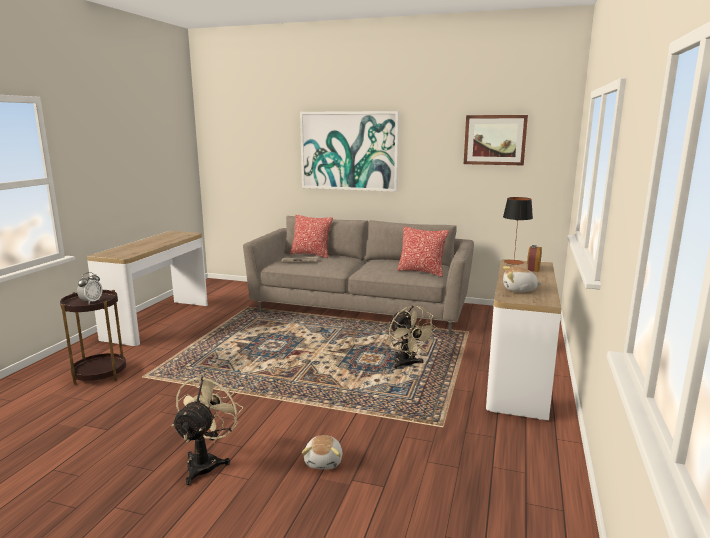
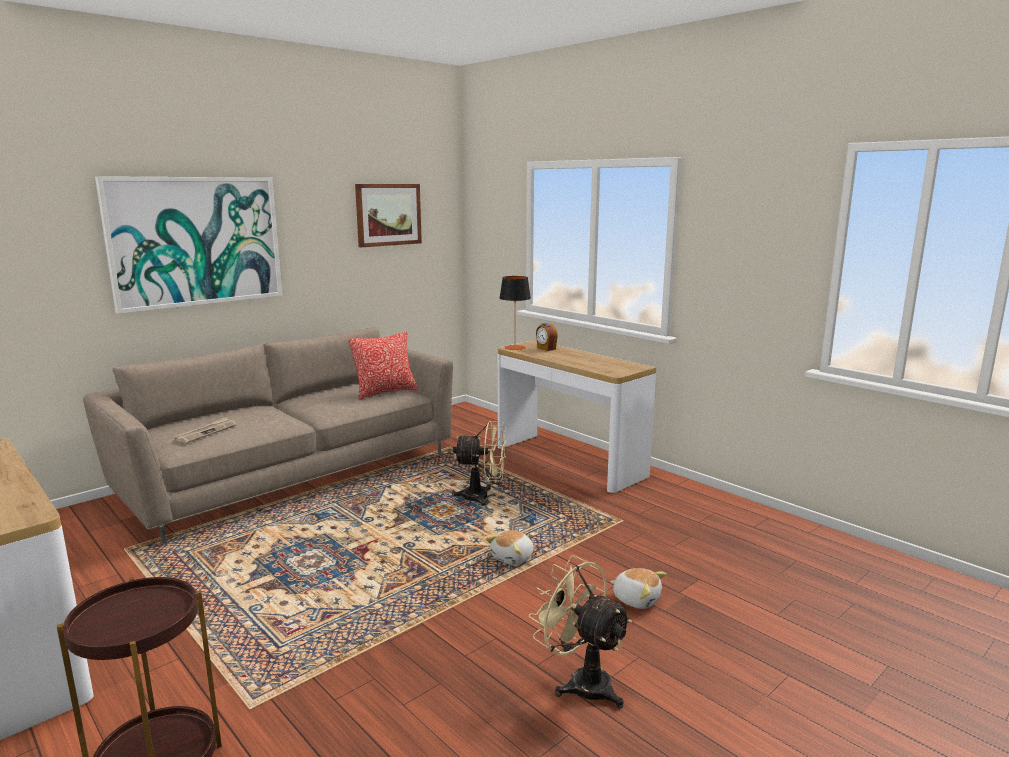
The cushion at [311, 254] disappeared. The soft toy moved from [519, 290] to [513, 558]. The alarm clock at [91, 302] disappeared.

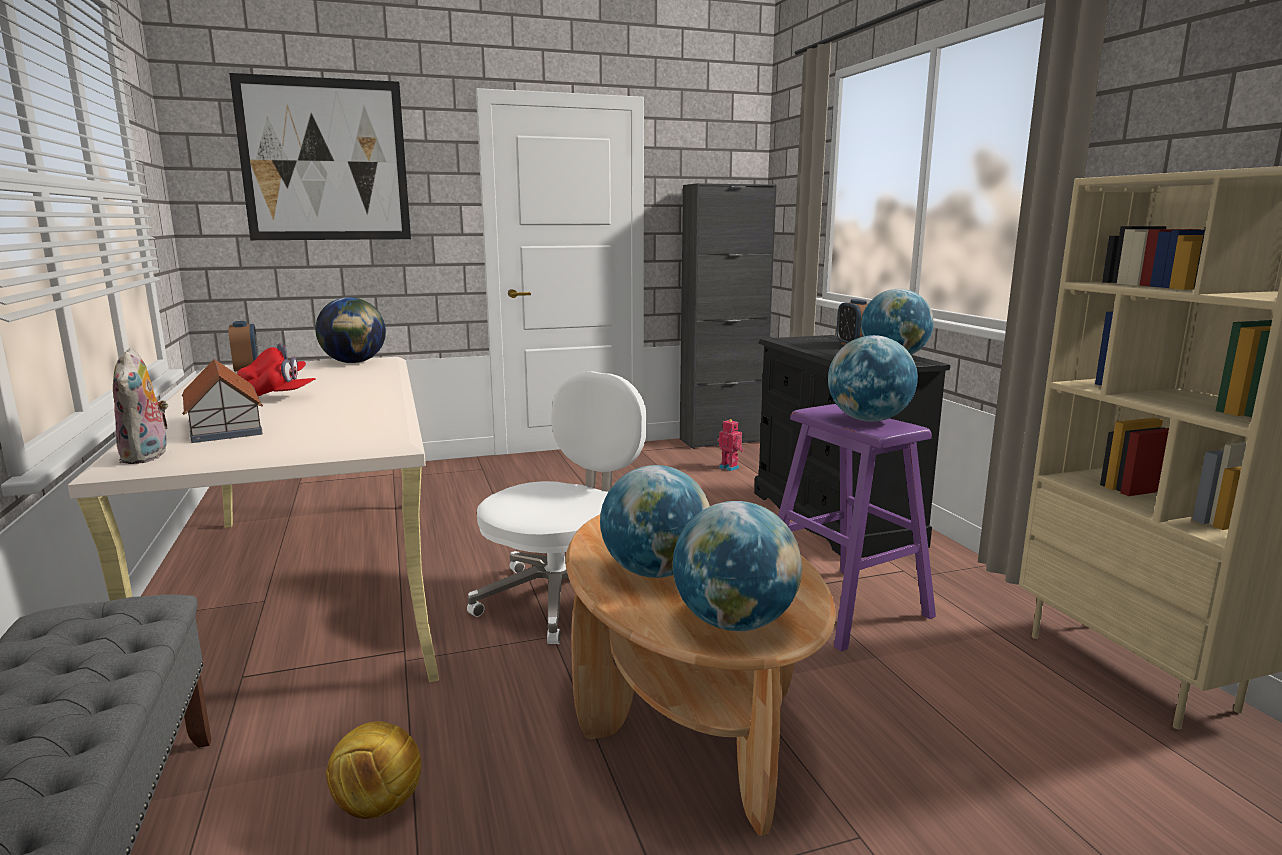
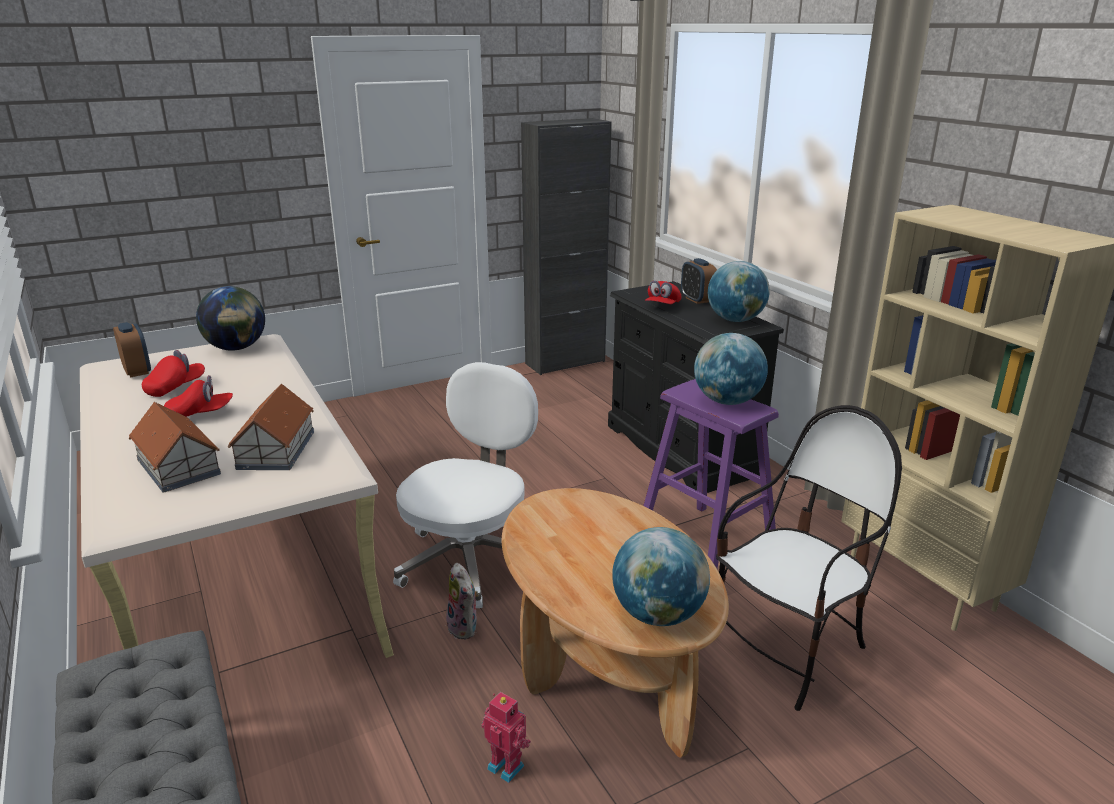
The wall art at [325, 160] disappeared. The soft toy moved from [148, 457] to [465, 628]. The toy robot moved from [730, 467] to [507, 765]. The globe at [656, 572] disappeared. The ball for football at [377, 805] disappeared. The peaked cap (red-coloured) at [662, 306] appeared. The miniature house at [277, 449] appeared. The chair at [788, 650] appeared.

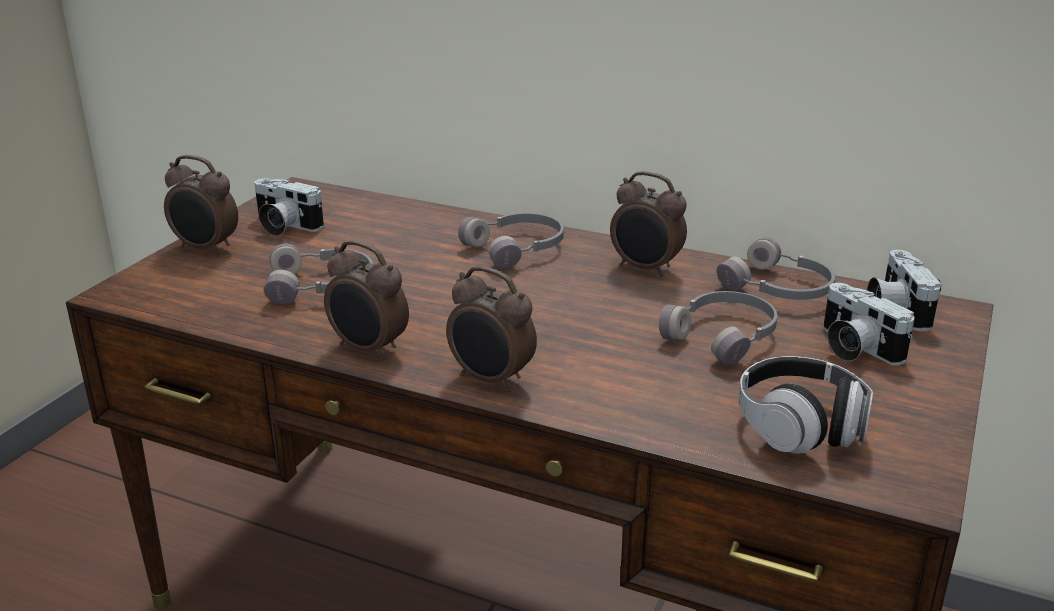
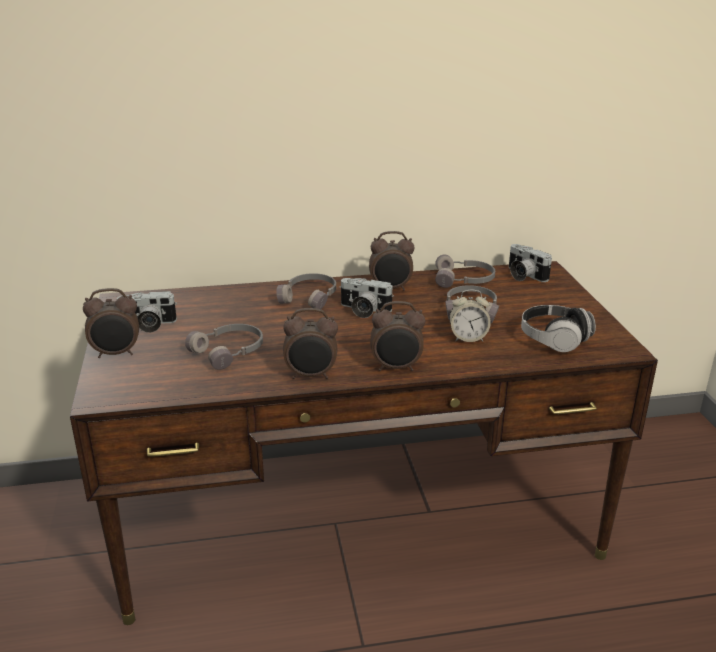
The still camera moved from [854, 348] to [363, 310]. The alarm clock at [468, 338] appeared.

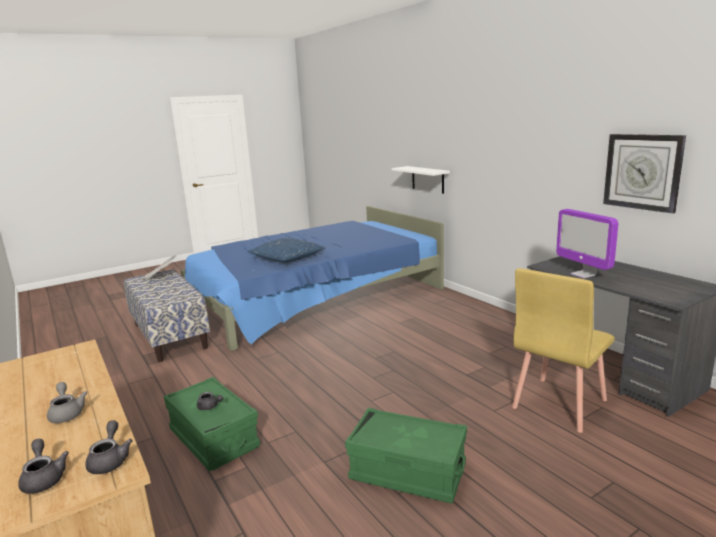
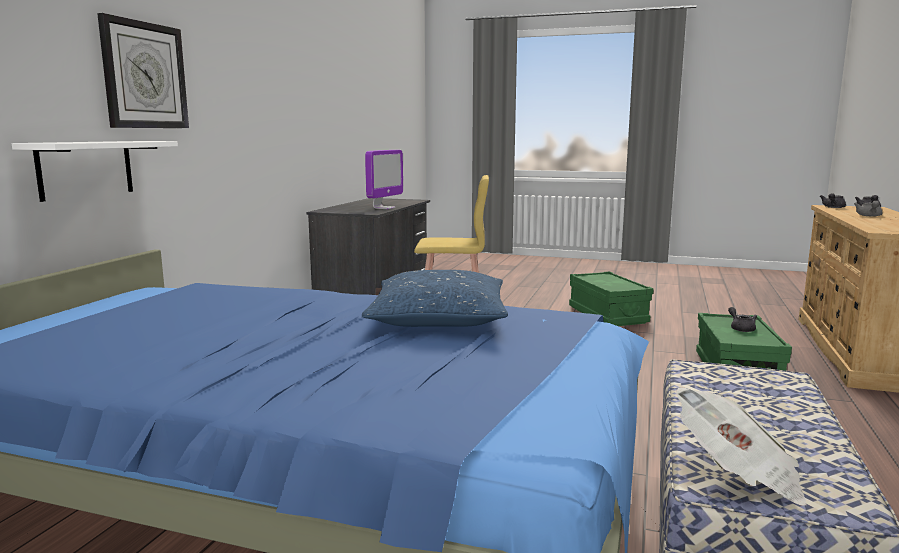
The hanging clock moved from [642, 172] to [144, 75].

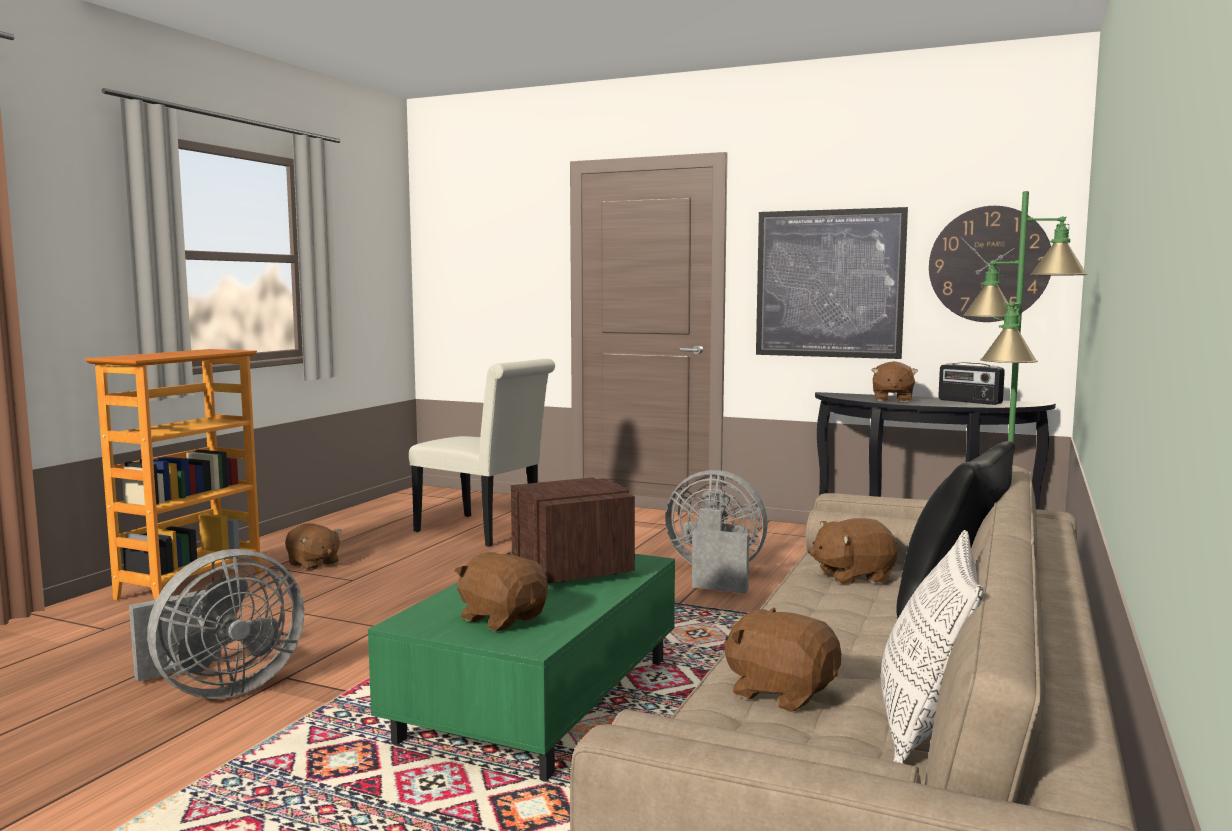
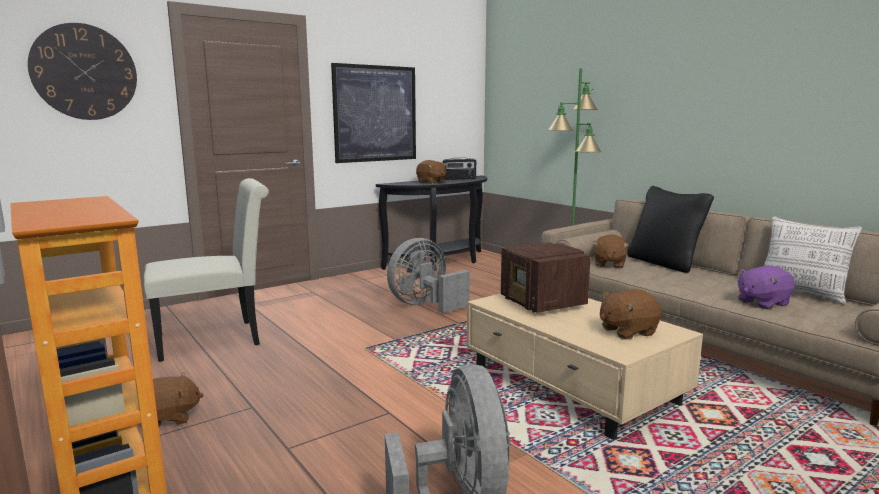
The hanging clock moved from [989, 264] to [84, 72]. The radio at [571, 570] turned 120 degrees counterclockwise. The lounge table (greenish) at [538, 700] became the lounge table (beige-coloured) at [573, 386]. The soft toy (brown) at [781, 692] became the soft toy (purple) at [762, 303].

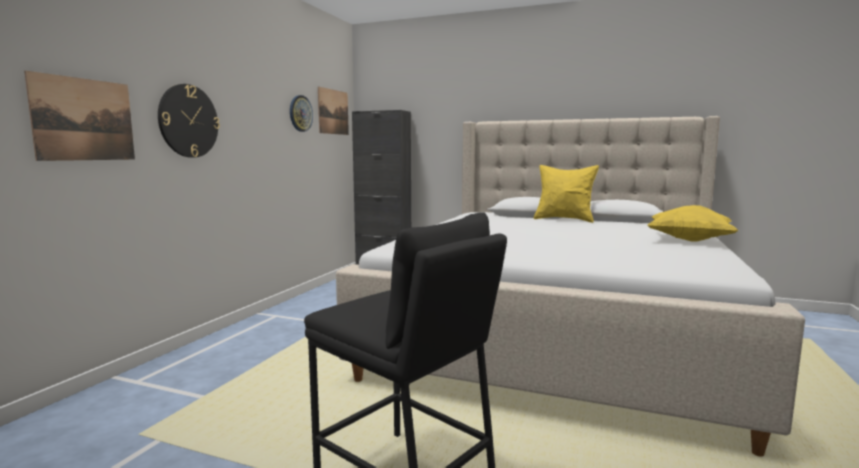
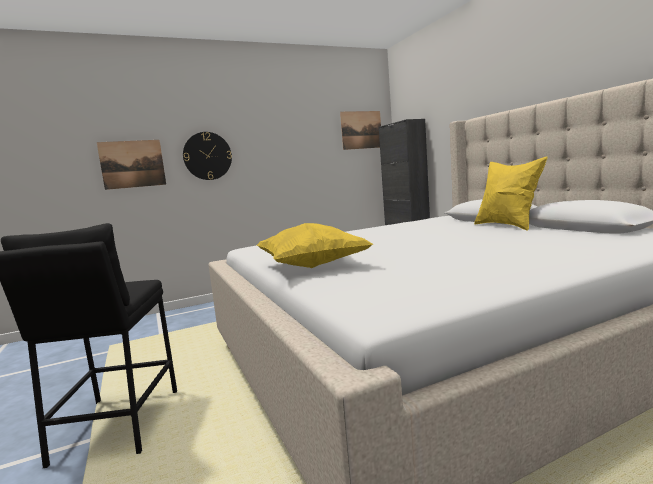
The hanging clock at [300, 113] disappeared. The cushion (yellow) moved from [689, 240] to [312, 266].

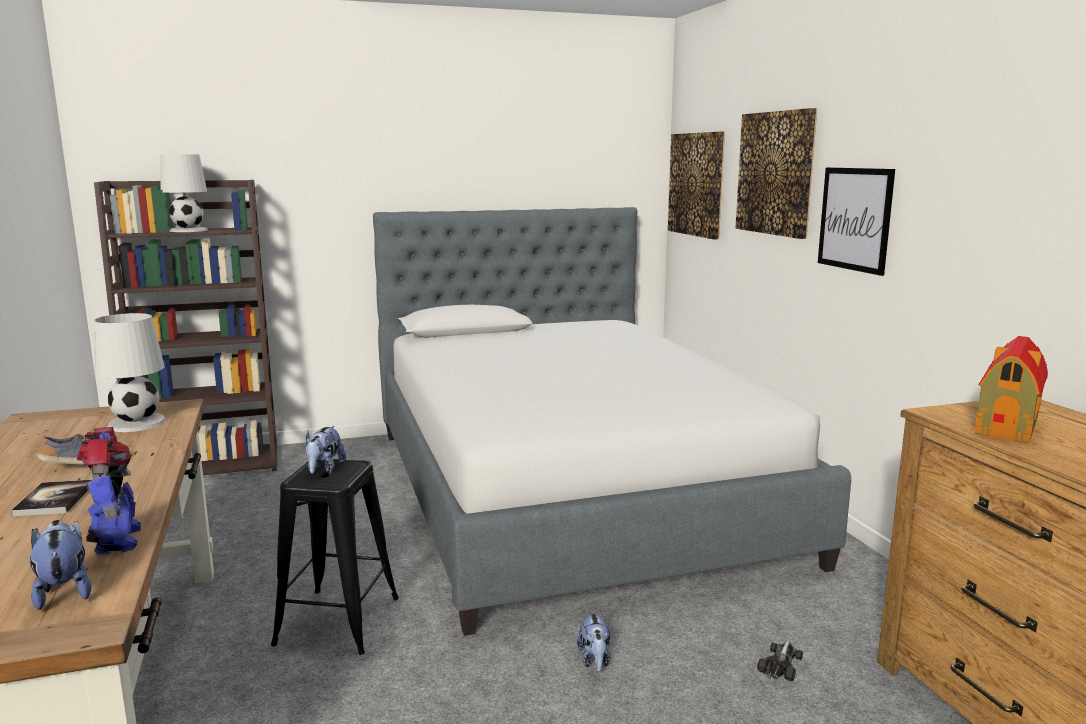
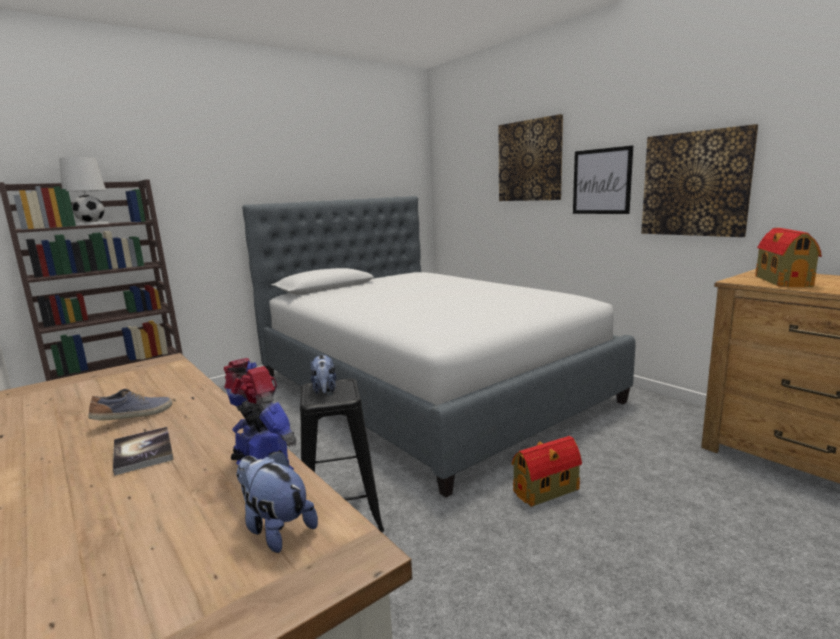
The wall art moved from [696, 184] to [695, 184]. The table lamp (white) at [136, 423] disappeared. The soft toy at [594, 660] was replaced by the miniature house at [547, 490]. The model car at [780, 665] disappeared.

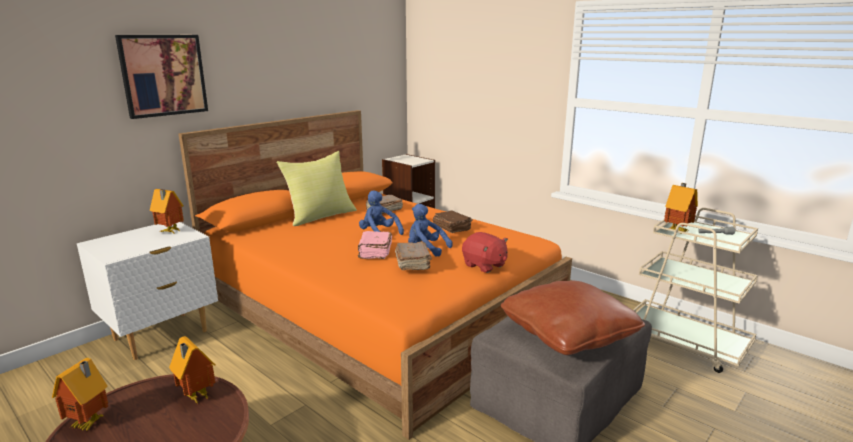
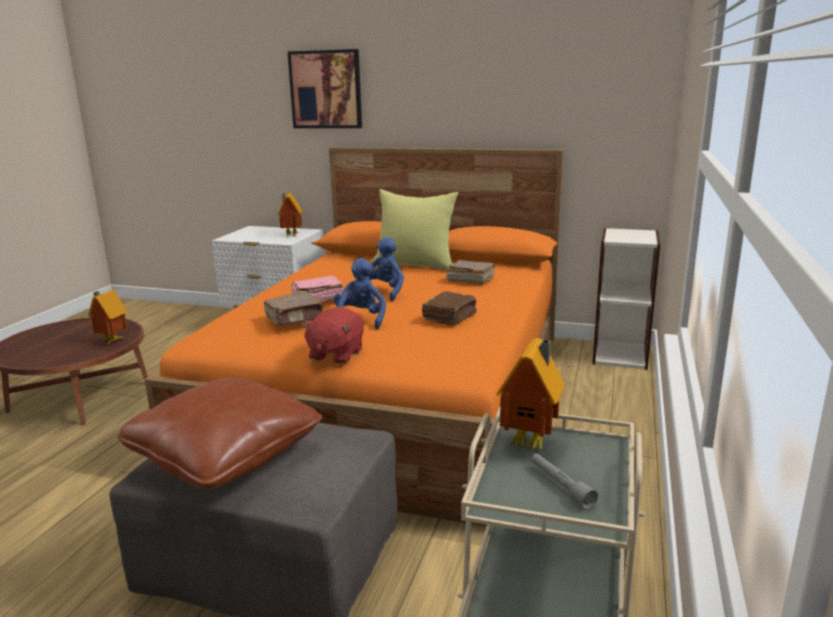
The miniature house at [90, 423] disappeared.

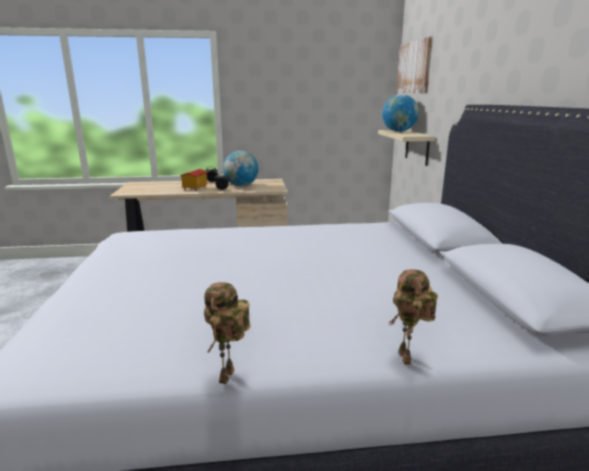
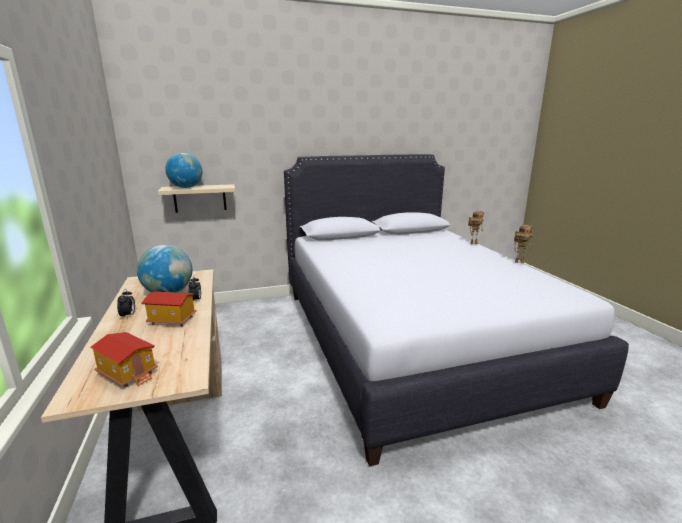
The wall art at [414, 67] disappeared. The miniature house at [128, 373] appeared.

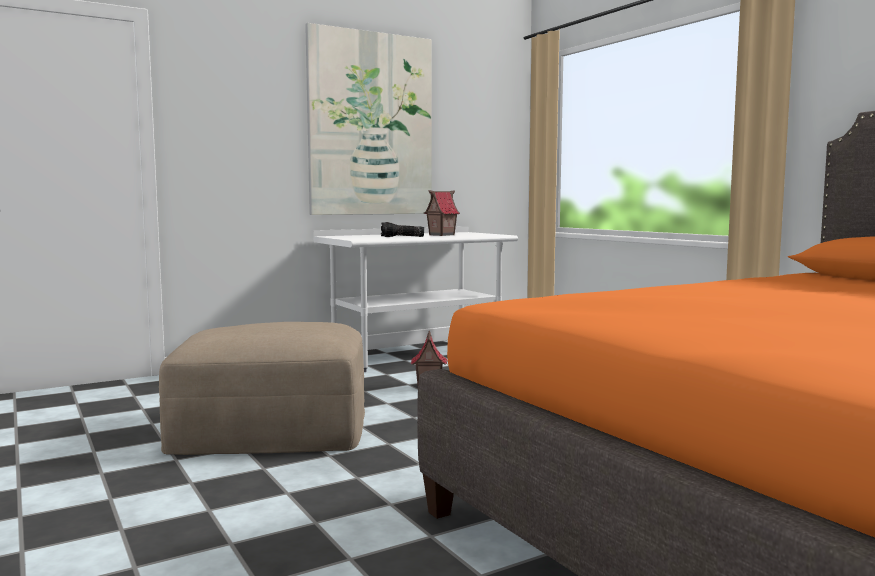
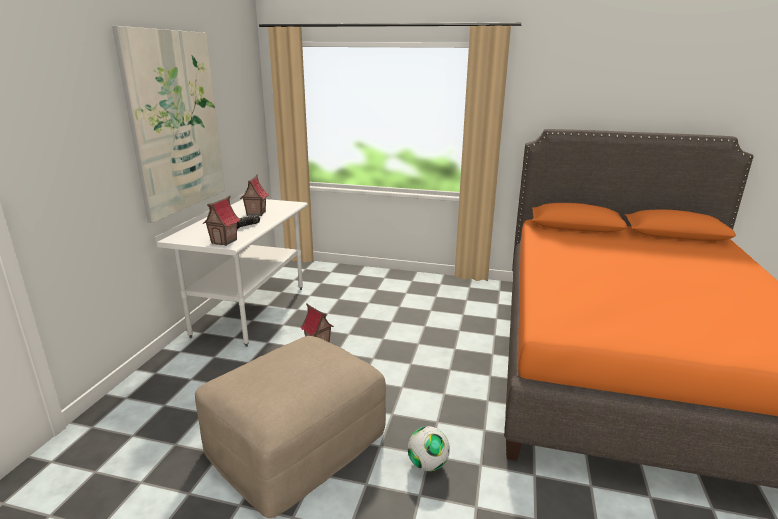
The miniature house at [224, 241] appeared. The ball for football at [427, 464] appeared.

